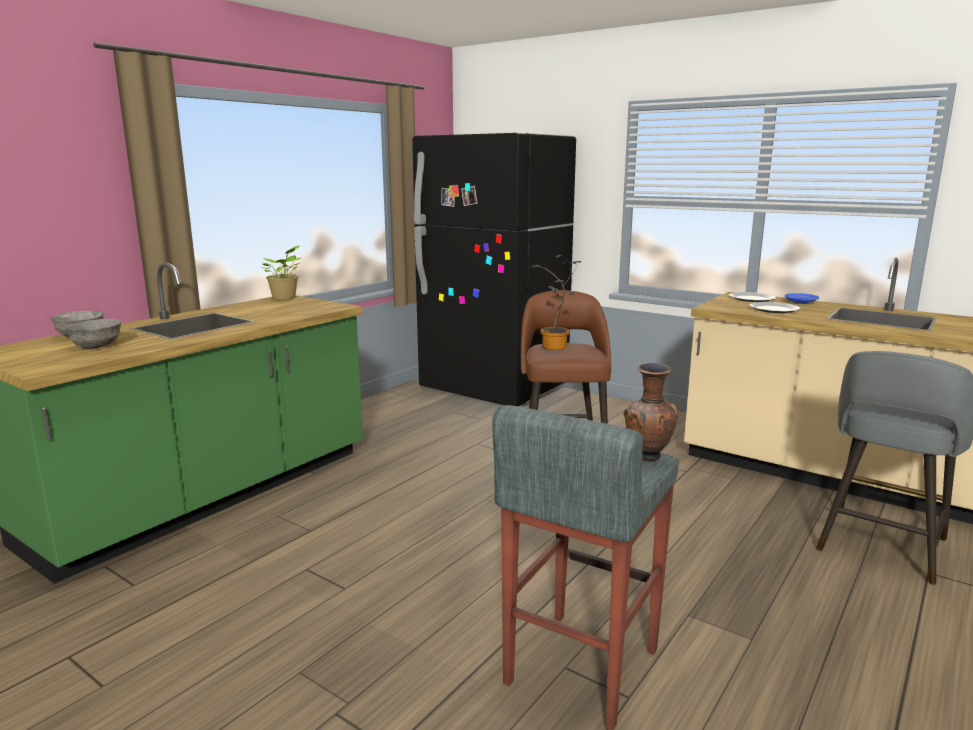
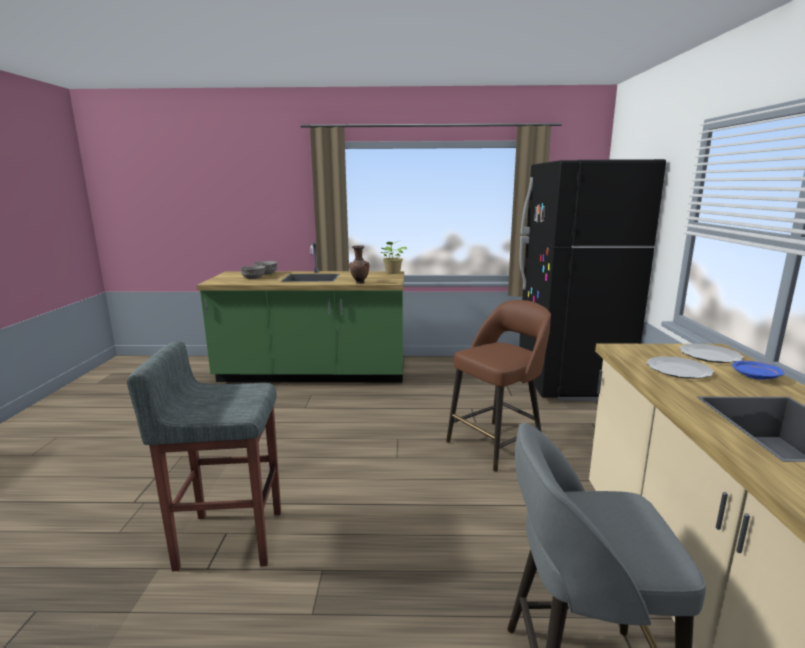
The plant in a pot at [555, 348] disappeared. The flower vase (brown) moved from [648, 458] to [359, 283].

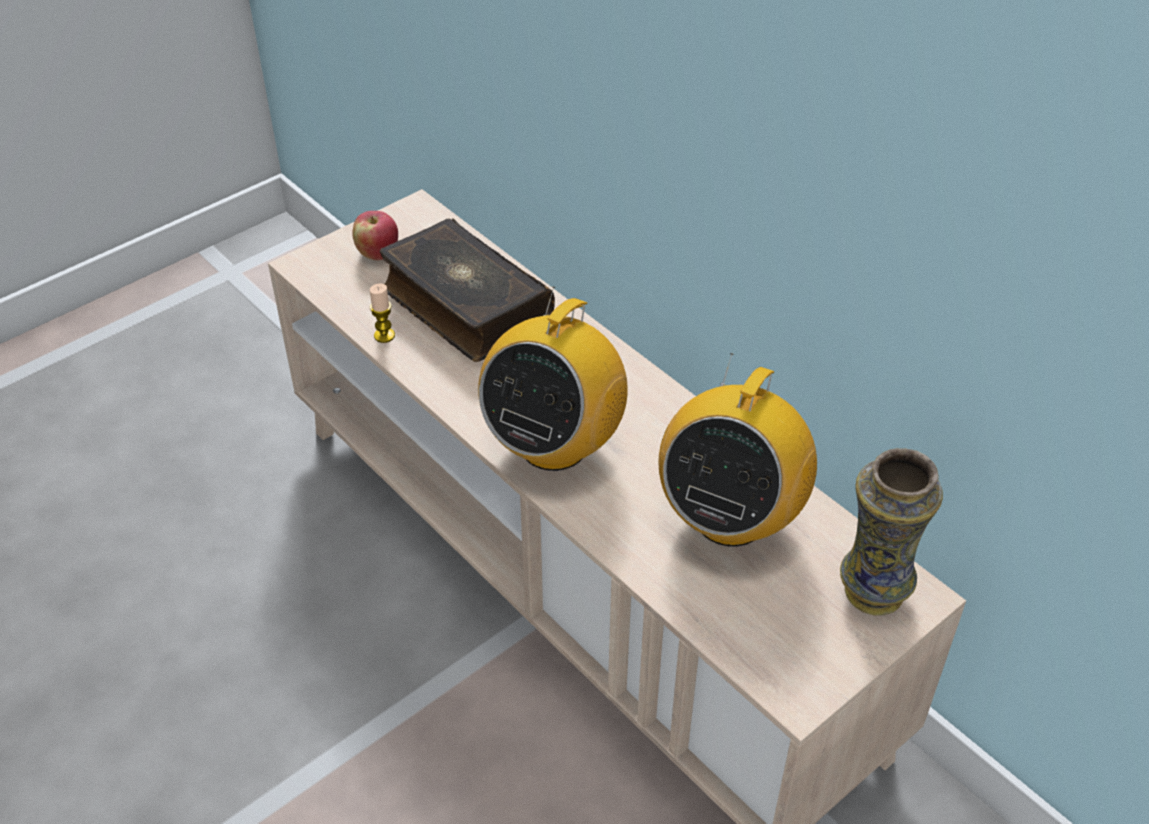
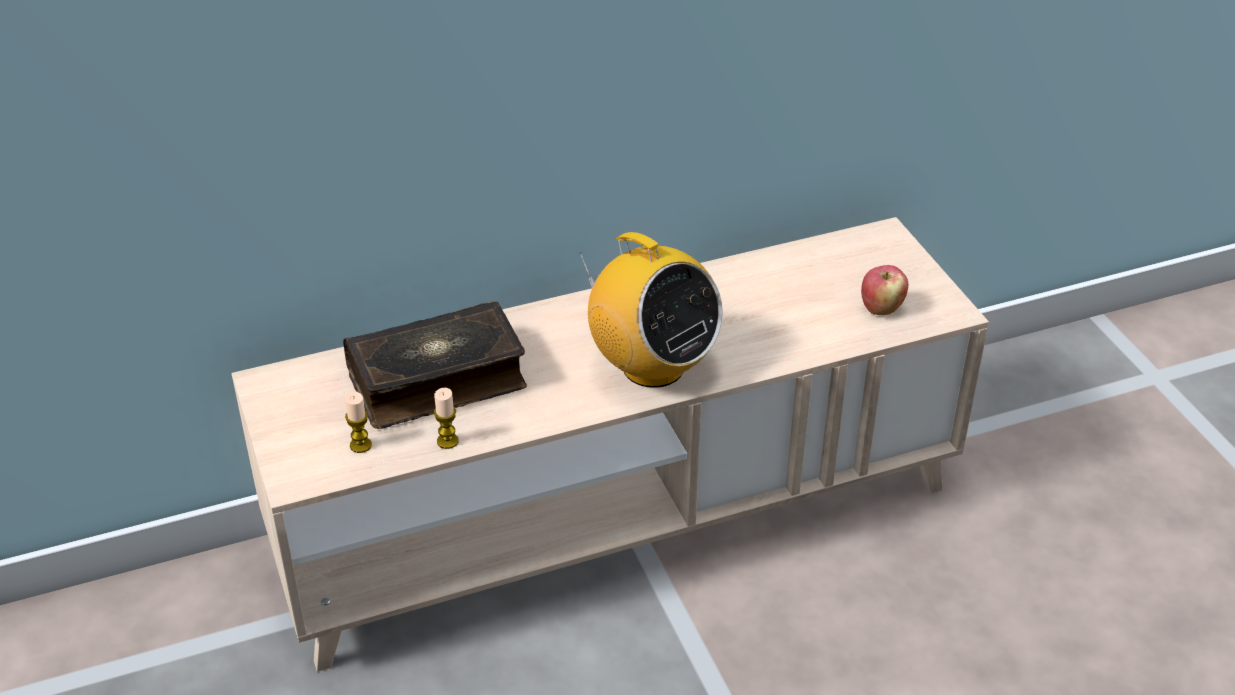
The whole apple moved from [377, 253] to [881, 308]. The radio at [730, 517] disappeared. The flower vase at [872, 592] disappeared. The wax light at [360, 445] appeared.

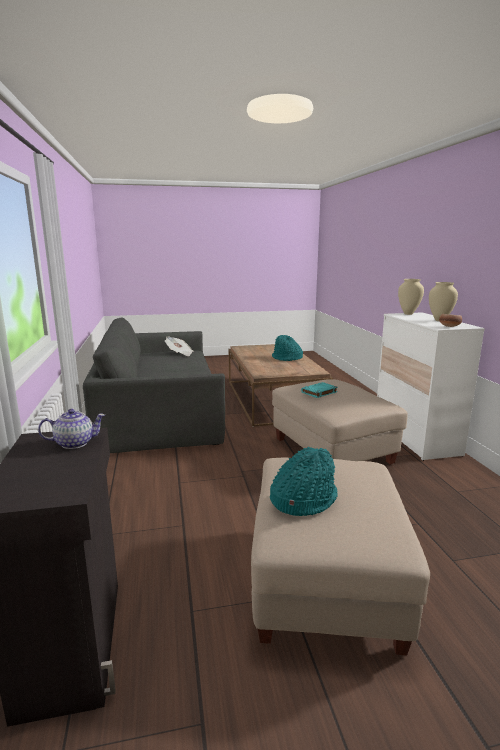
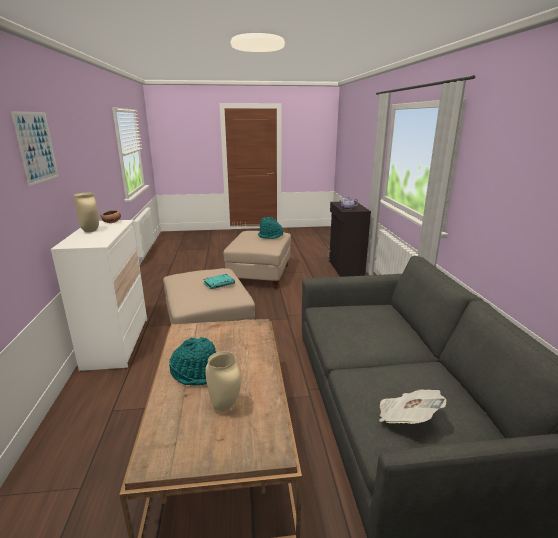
The flower vase (beige-coloured) moved from [408, 314] to [225, 406]. The wall art at [36, 147] appeared.

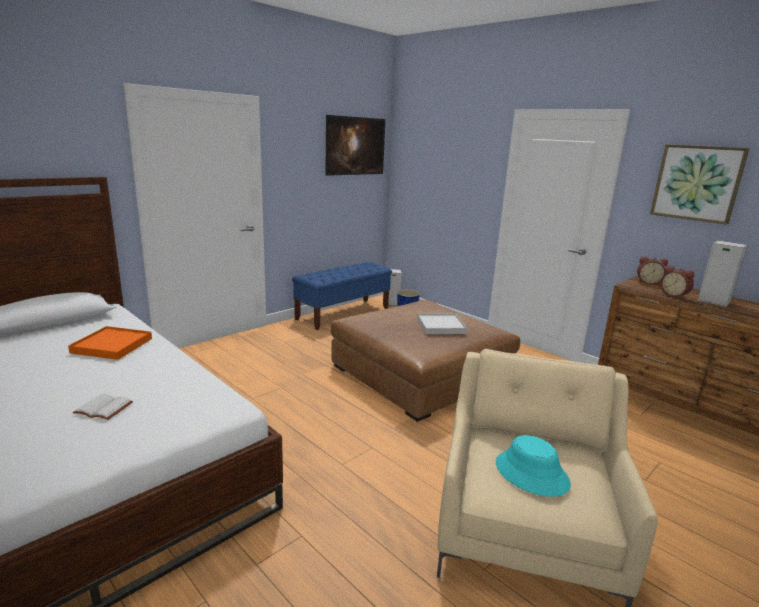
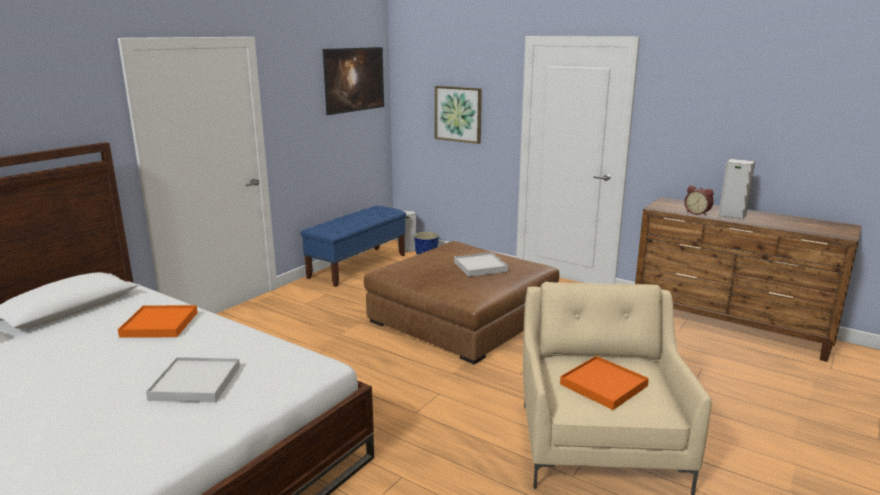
The wall art moved from [697, 183] to [458, 114]. The alarm clock at [648, 283] disappeared. The bound book (white) at [102, 409] was replaced by the serving tray (white) at [195, 383]. The hat (turquoise) at [531, 473] was replaced by the serving tray (orangey) at [603, 385].

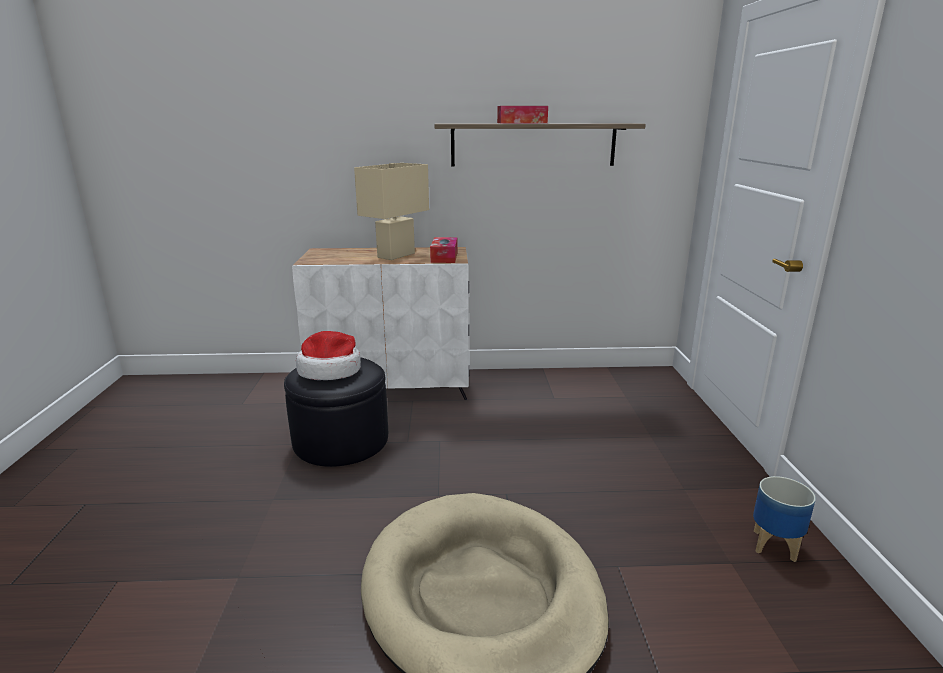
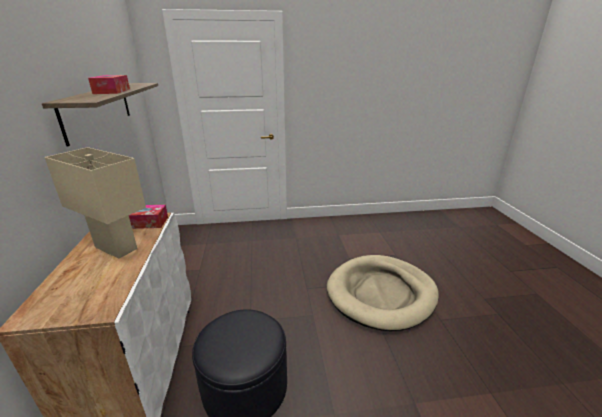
The hat at [330, 370] disappeared. The planter at [774, 546] disappeared.

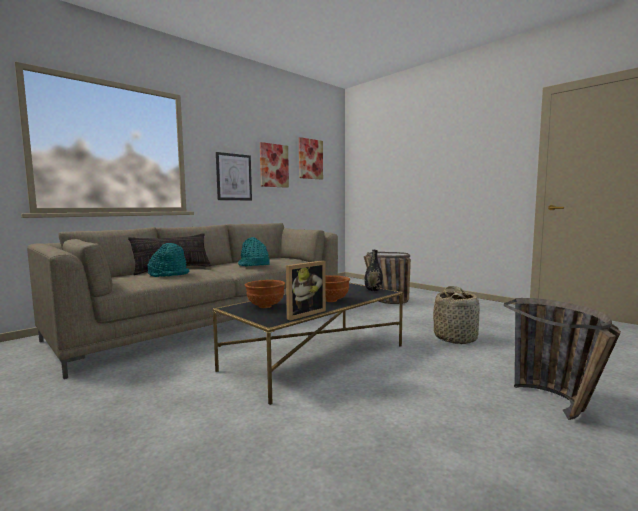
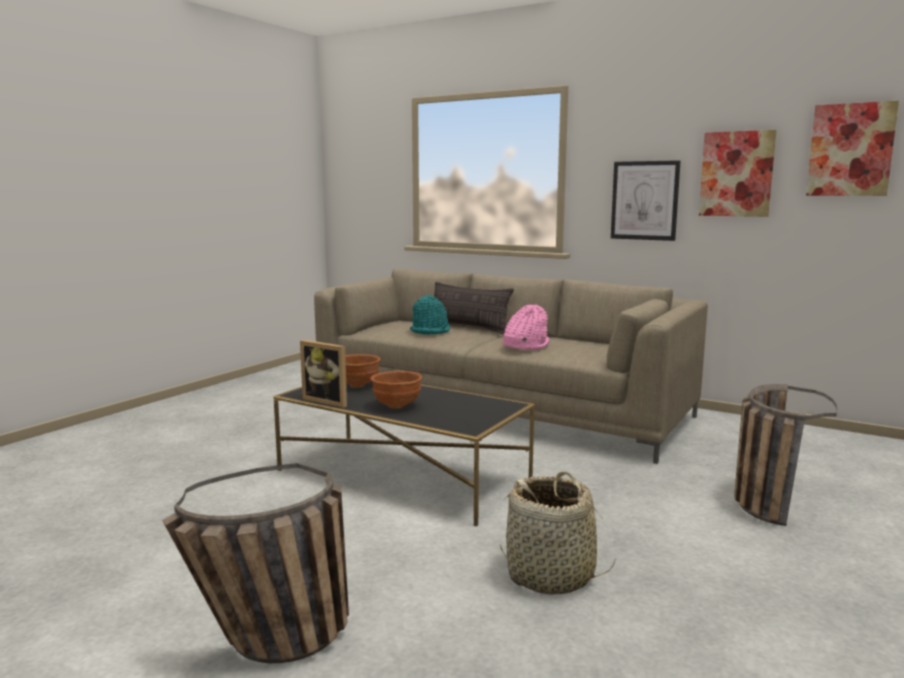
The hat (turquoise) at [254, 265] became the hat (pinkish) at [525, 345]. The flower vase (black) at [373, 290] disappeared.

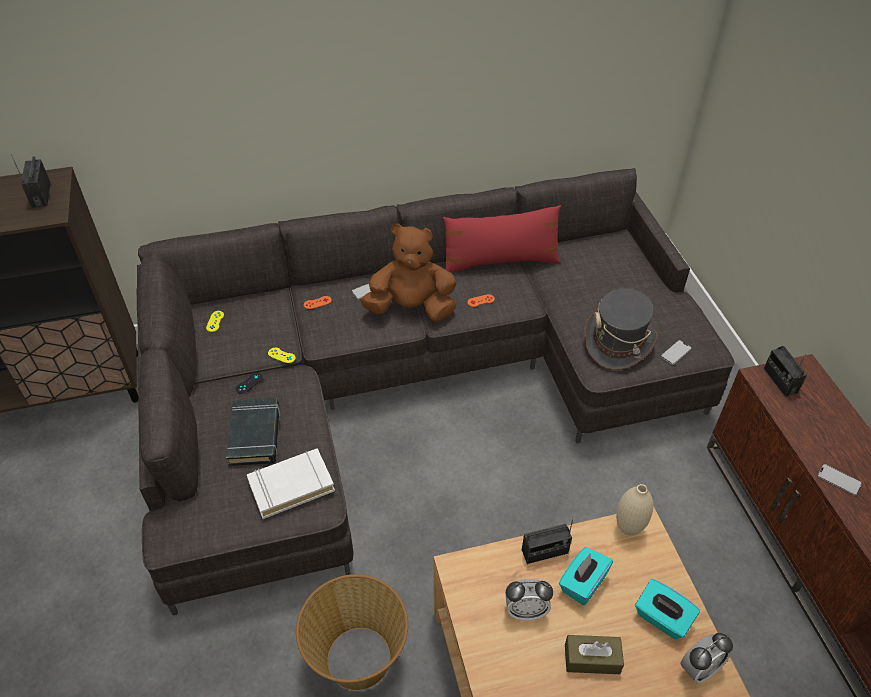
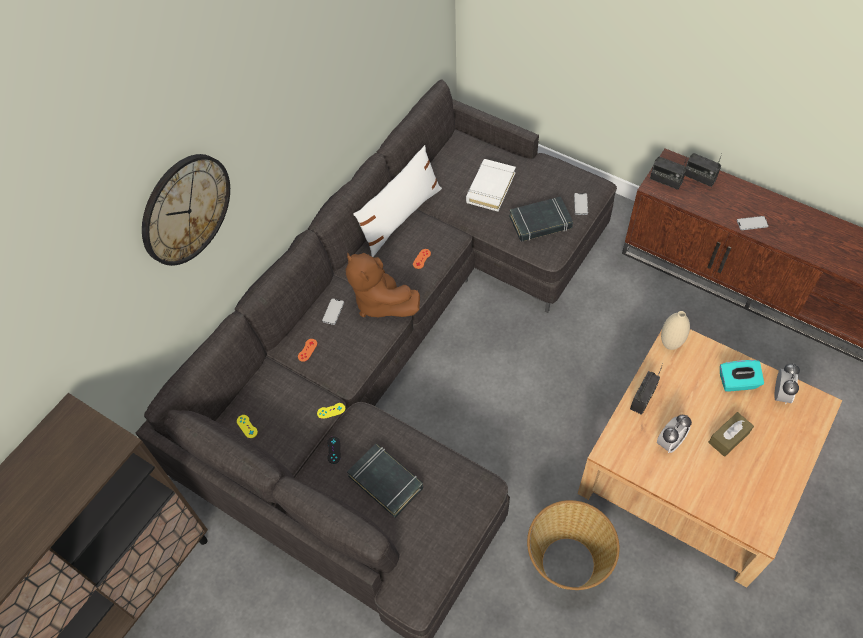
The radio moved from [41, 195] to [699, 177]. The cushion (red-coloured) at [500, 261] became the cushion (white) at [400, 217]. The soft toy (brown) at [411, 308] turned 90 degrees counterclockwise. The hat (greyish) at [618, 342] was replaced by the bound book (black) at [540, 222]. The bound book (white) moved from [291, 486] to [490, 188]. The box of tissues (turquoise) at [582, 583] disappeared. The hanging clock at [185, 209] appeared.

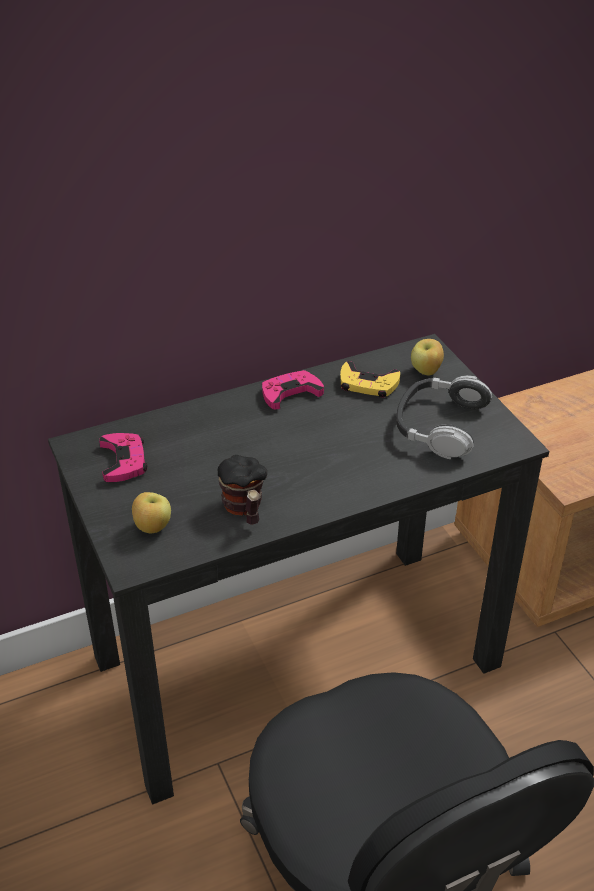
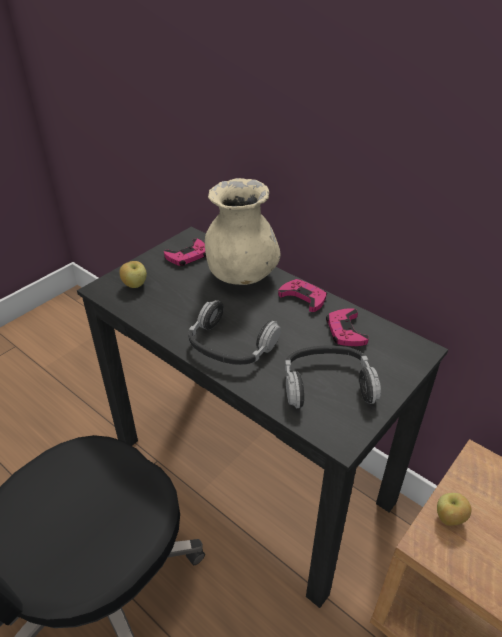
The whole apple moved from [426, 371] to [449, 518]. The joypad (yellow) at [368, 384] became the joypad (pinkish) at [345, 331]. The tea mug at [244, 510] disappeared. The flower vase (beige-coloured) at [241, 275] appeared. The headphones at [231, 345] appeared.

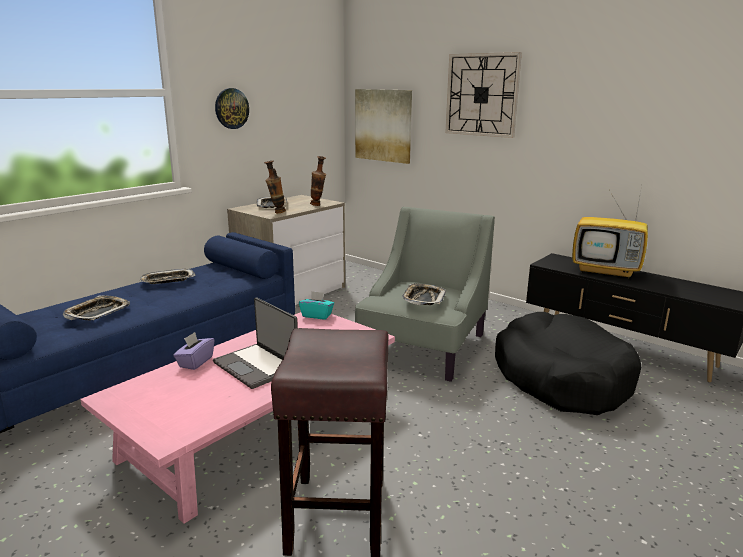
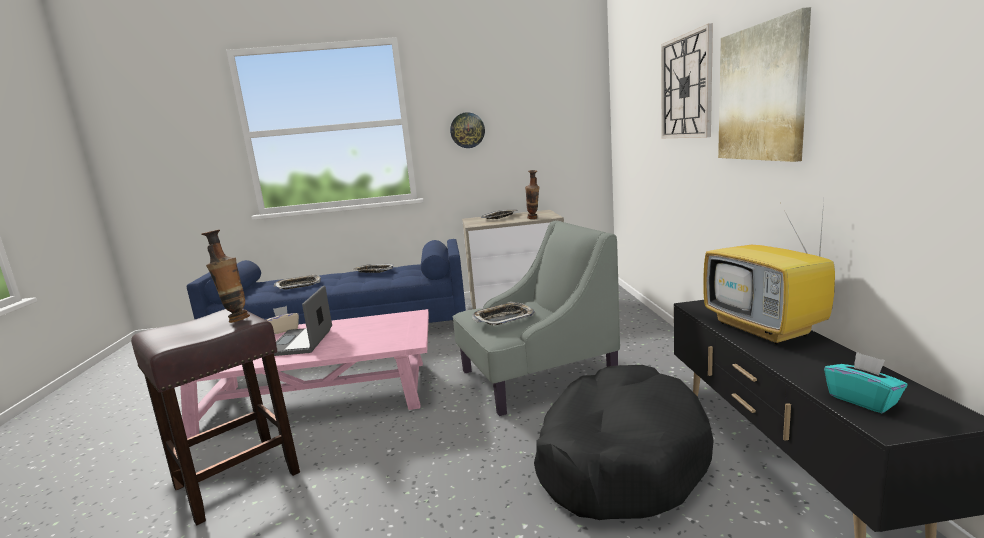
The wall art moved from [383, 125] to [761, 93]. The flower vase moved from [276, 212] to [235, 320]. The box of tissues (turquoise) moved from [317, 315] to [862, 400]. The box of tissues (purple) at [195, 362] became the box of tissues (beige-coloured) at [284, 330].

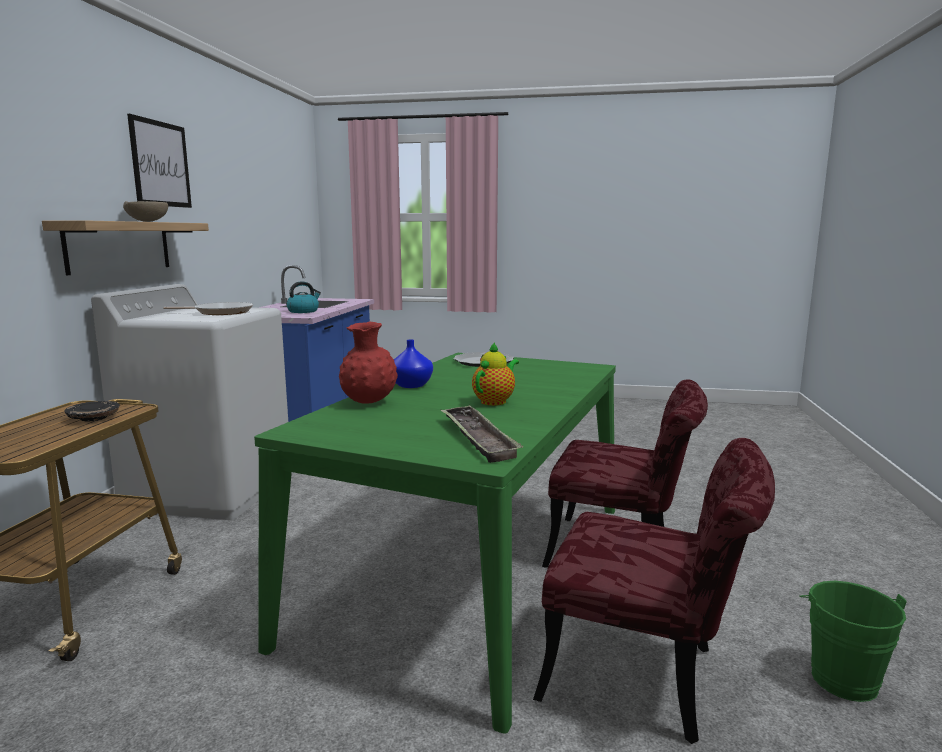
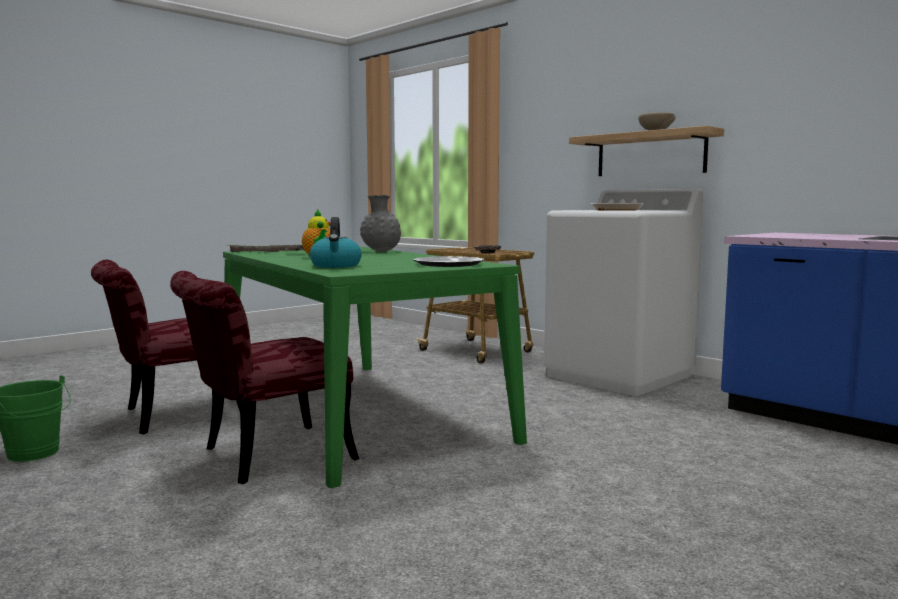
The wall art at [160, 164] disappeared. The kettle moved from [303, 311] to [336, 266]. The flower vase (red-coloured) at [368, 402] became the flower vase (greyish) at [381, 251]. The flower vase (blue-coloured) at [410, 385] disappeared.

